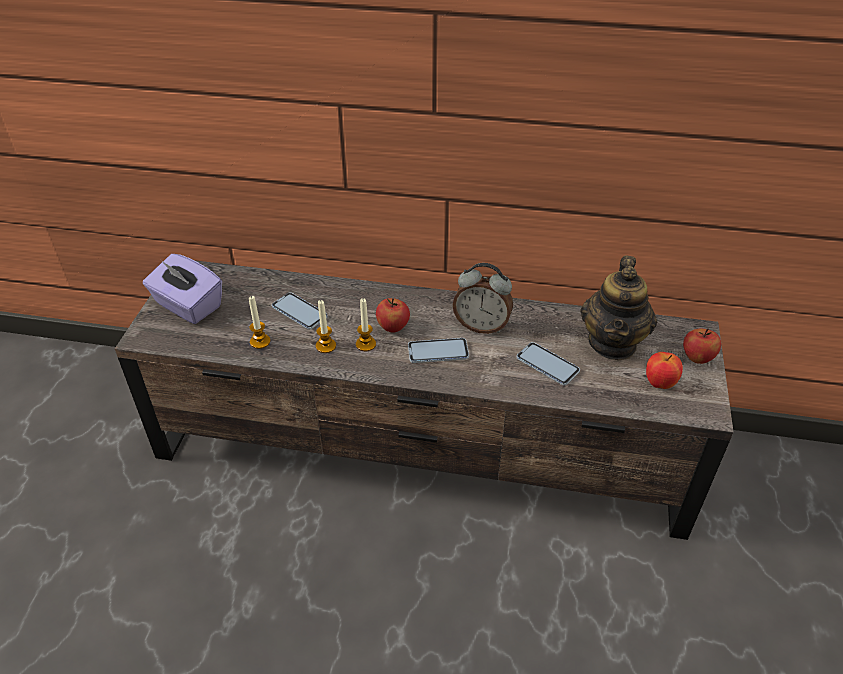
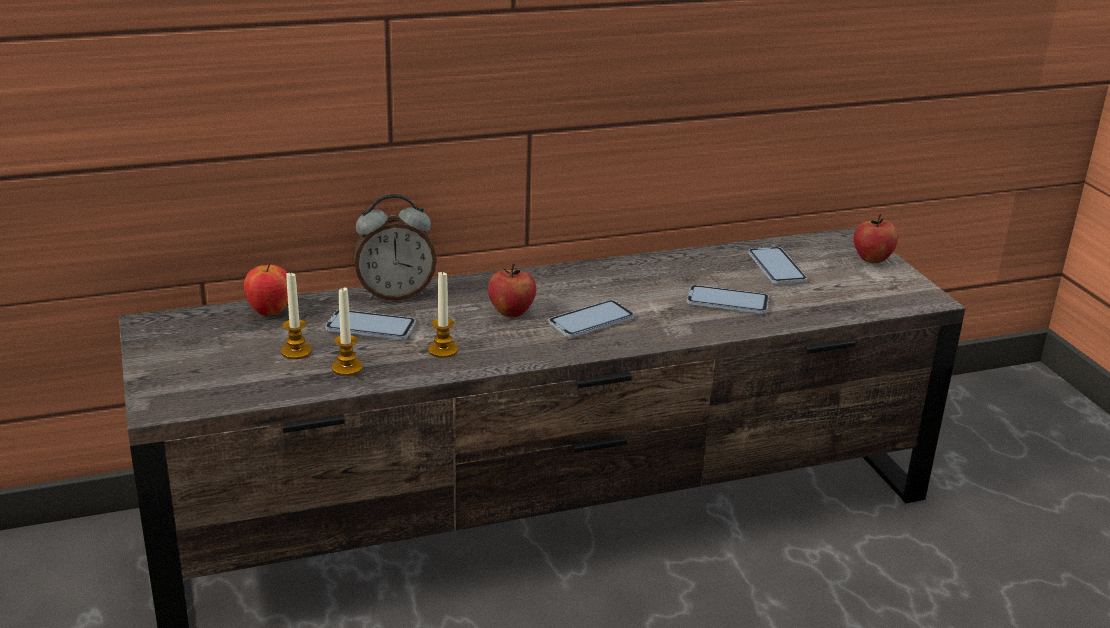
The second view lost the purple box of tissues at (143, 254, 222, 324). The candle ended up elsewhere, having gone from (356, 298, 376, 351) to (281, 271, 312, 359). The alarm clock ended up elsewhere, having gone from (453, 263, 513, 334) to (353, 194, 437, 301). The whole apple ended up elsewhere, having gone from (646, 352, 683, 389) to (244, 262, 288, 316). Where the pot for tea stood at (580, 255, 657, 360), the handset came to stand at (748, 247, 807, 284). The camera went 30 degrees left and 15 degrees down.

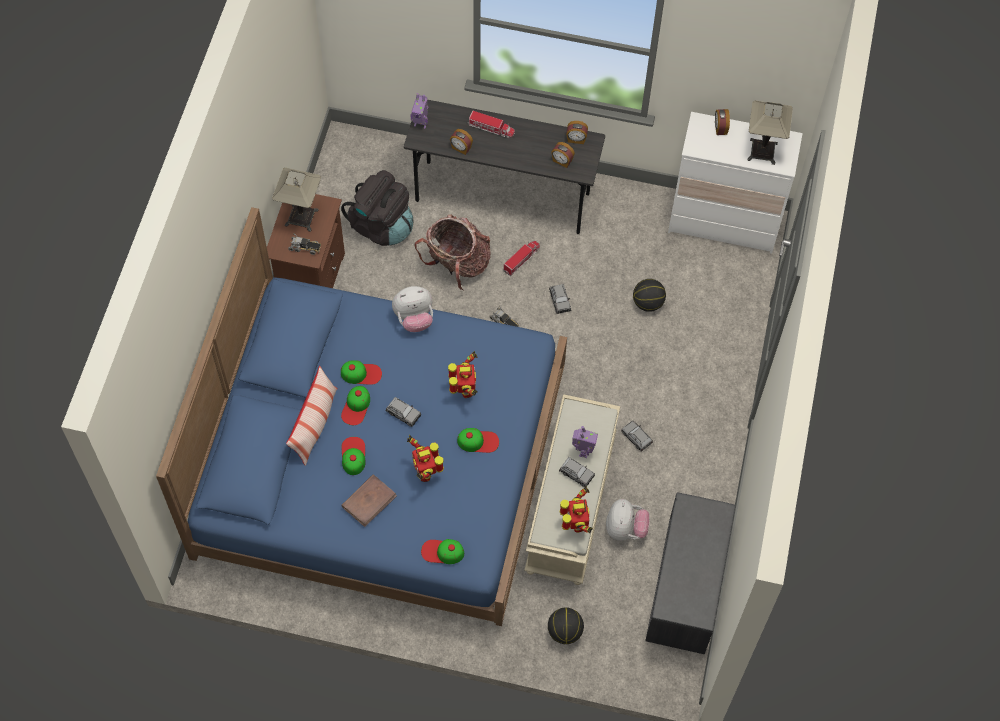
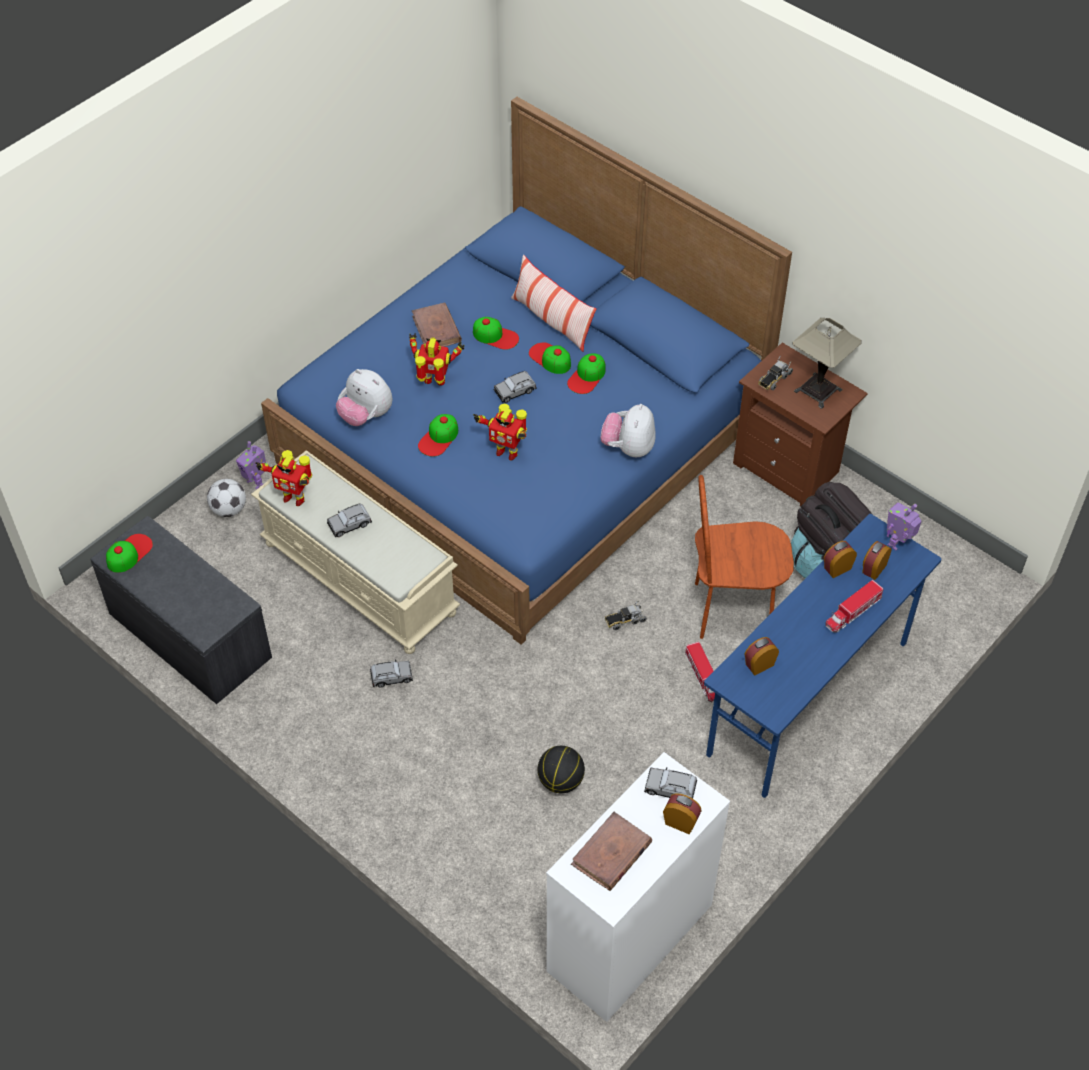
The peaked cap ended up elsewhere, having gone from (421, 539, 464, 564) to (106, 534, 153, 573). The gray toy car ended up elsewhere, having gone from (549, 284, 571, 314) to (644, 767, 697, 799). The alarm clock ended up elsewhere, having gone from (566, 121, 588, 144) to (862, 541, 892, 580). The model robot ended up elsewhere, having gone from (572, 426, 598, 458) to (236, 441, 266, 489). The plush toy ended up elsewhere, having gone from (606, 499, 650, 541) to (336, 369, 393, 426). Where the rucksack stood at (414, 215, 490, 290), the brown-coloured chair came to stand at (695, 475, 794, 639). Where the ball for basketball stood at (548, 607, 584, 644), the football came to stand at (207, 479, 246, 517). Where the tabletop lamp stood at (748, 101, 793, 165), the brown-coloured volume came to stand at (571, 812, 652, 891). What was the gray desk unit at (404, 100, 605, 234) turned into the blue desk unit at (704, 514, 942, 798). The camera went 120 degrees right and 10 degrees down.

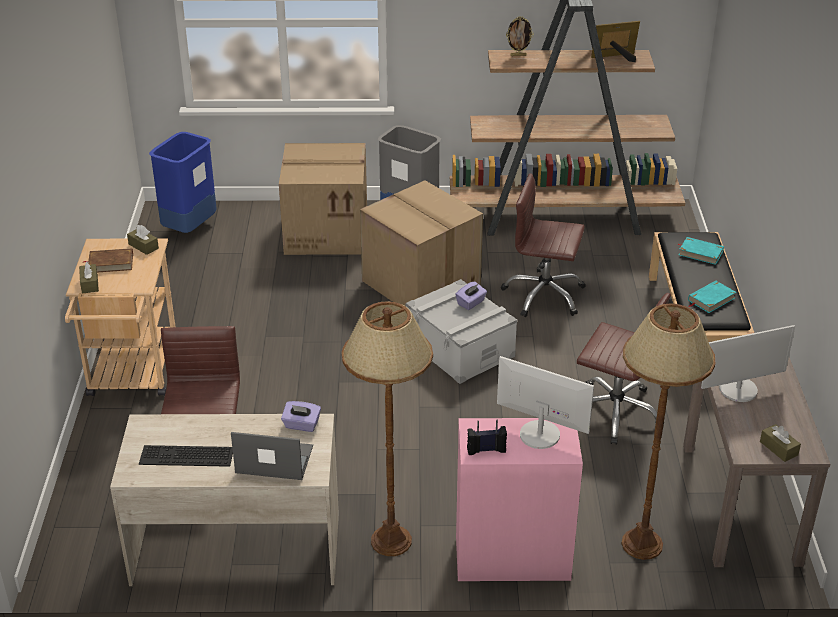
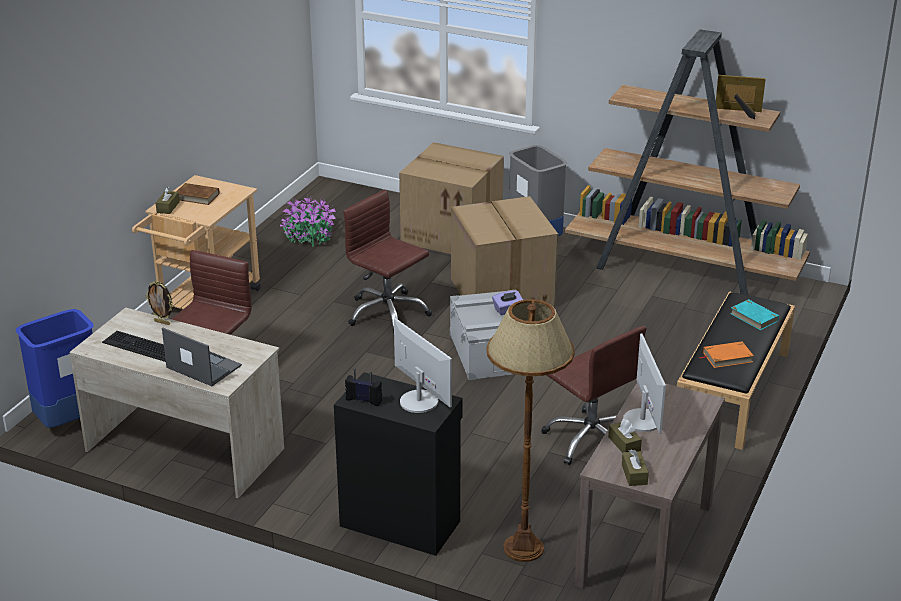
The second view lost the purple box of tissues at (281, 401, 321, 432). The second view lost the brown-coloured standard lamp at (342, 301, 433, 556). The second view gained the potted plant at (280, 195, 336, 247). The brown-coloured box of tissues ended up elsewhere, having gone from (127, 225, 159, 255) to (608, 419, 642, 453). The blue trash can ended up elsewhere, having gone from (149, 132, 217, 233) to (16, 309, 93, 428). The brown-coloured computer chair ended up elsewhere, having gone from (501, 173, 586, 317) to (343, 189, 432, 334). The picture frame ended up elsewhere, having gone from (506, 16, 534, 56) to (145, 281, 173, 325). What was the pinkish cabinet at (456, 418, 583, 581) turned into the black-coloured cabinet at (334, 372, 463, 556). What was the blue-green volume at (688, 281, 736, 313) turned into the orangey volume at (699, 341, 754, 368). The computer display at (701, 325, 795, 402) ended up facing another way, 105 degrees counterclockwise from before. The camera went 25 degrees right and 5 degrees down.

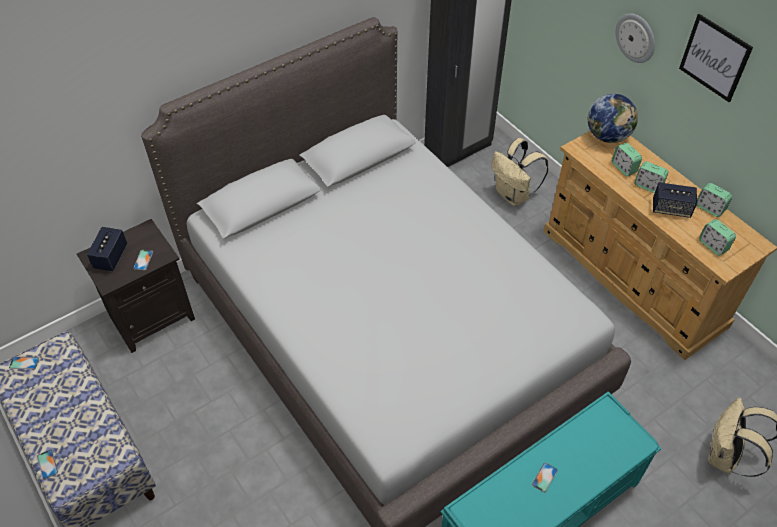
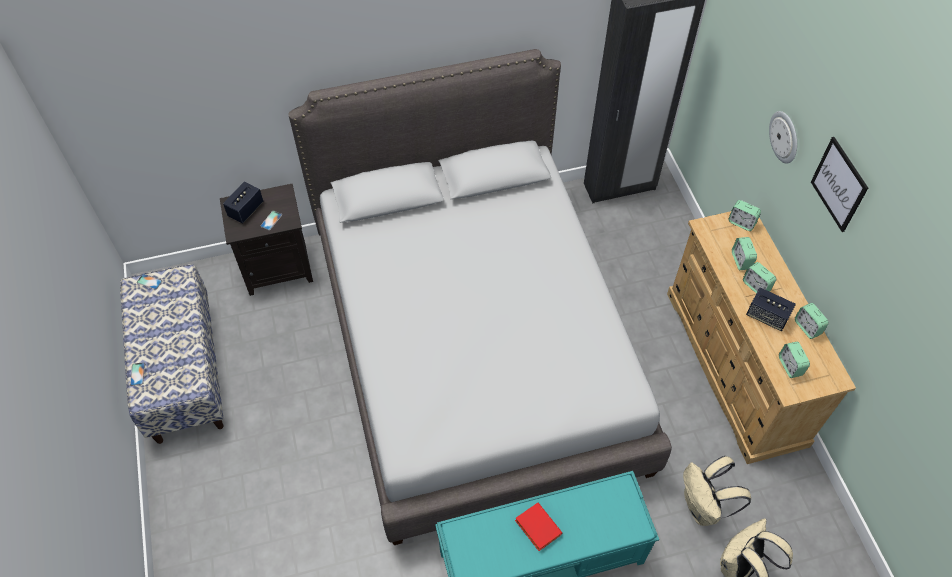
The sand-coloured rucksack ended up elsewhere, having gone from (491, 138, 549, 206) to (683, 456, 751, 526). Where the handset stood at (532, 462, 558, 493), the red-coloured volume came to stand at (515, 503, 562, 551). Where the globe stood at (588, 94, 638, 143), the alarm clock came to stand at (728, 200, 761, 231). The camera went 20 degrees right and 5 degrees up.

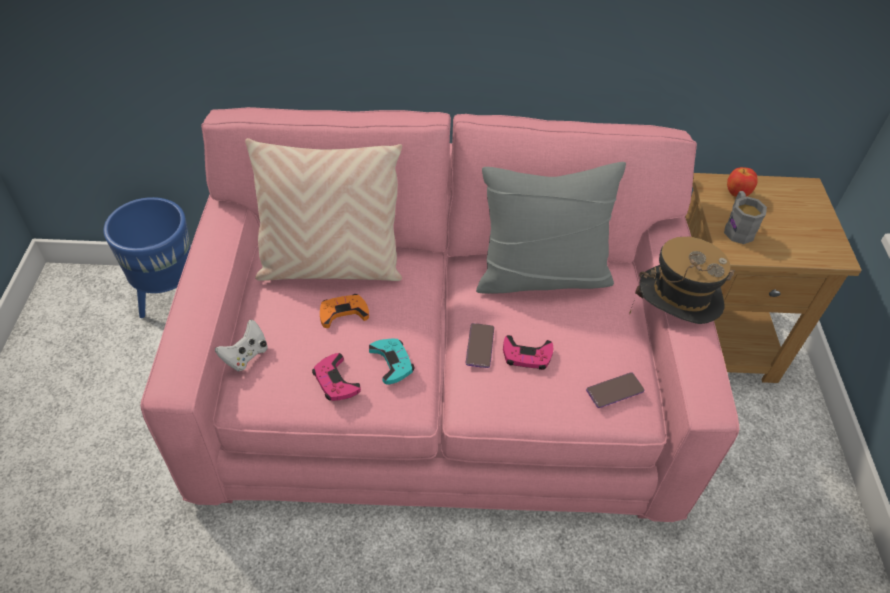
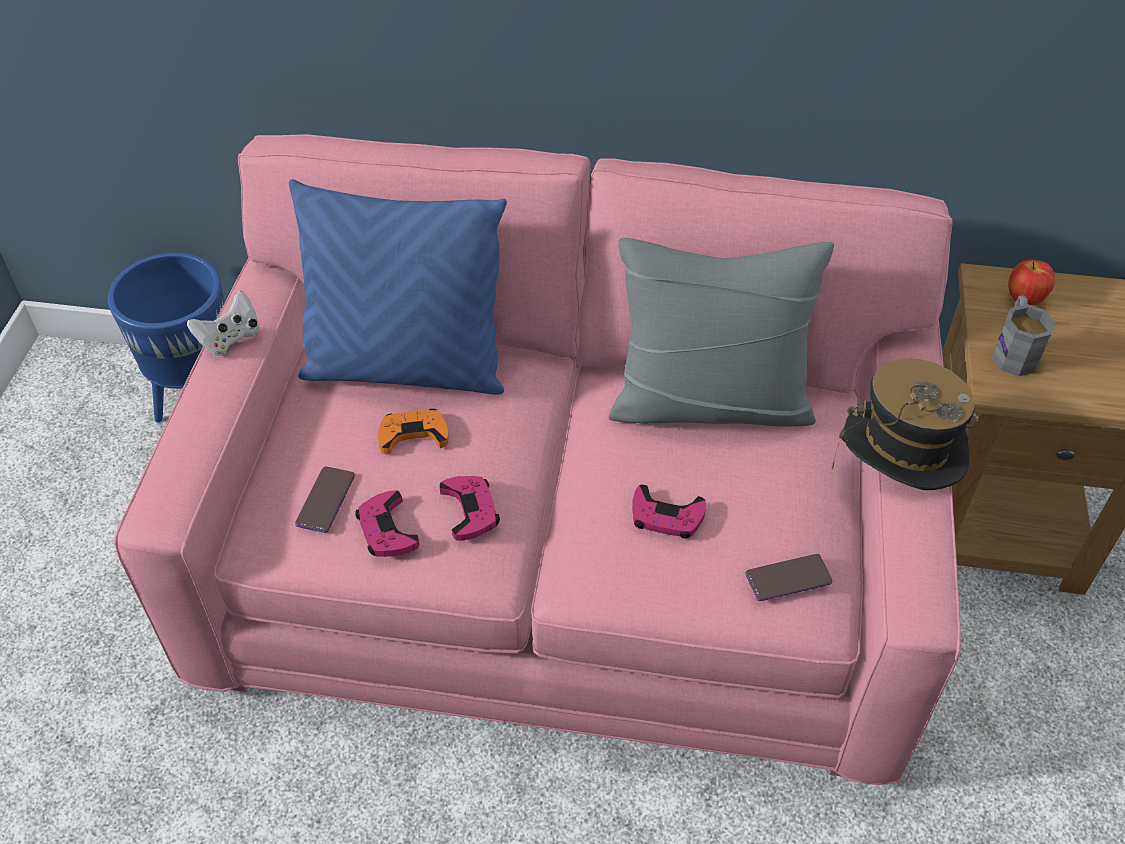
The white-coloured joypad ended up elsewhere, having gone from (215, 320, 268, 371) to (187, 290, 260, 356). The handset ended up elsewhere, having gone from (466, 323, 494, 368) to (295, 466, 355, 533). What was the sand-coloured pillow at (245, 138, 402, 281) turned into the blue pillow at (289, 179, 507, 395). What was the blue-green joypad at (369, 339, 414, 385) turned into the pinkish joypad at (440, 476, 500, 541). The camera went 10 degrees right and 0 degrees up.

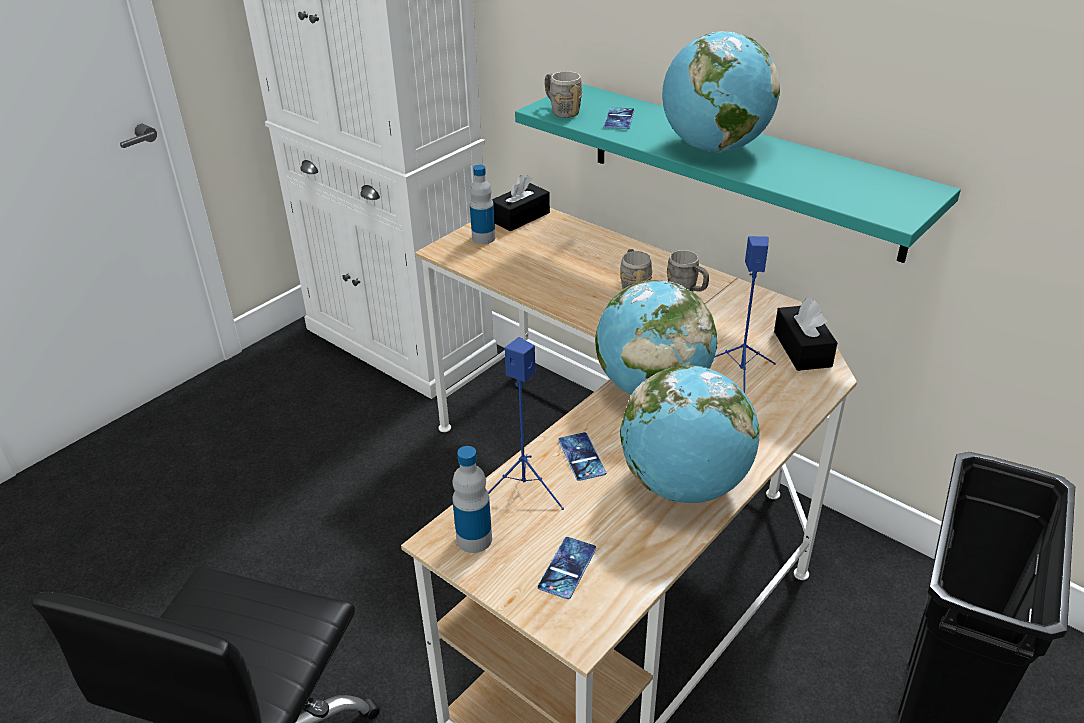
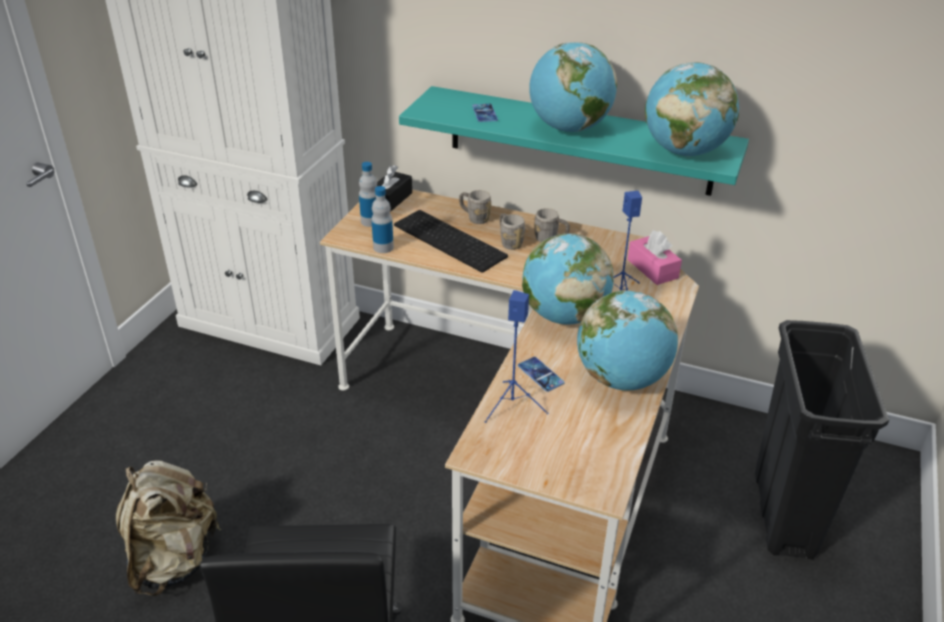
The second view lost the handset at (538, 537, 596, 599). The second view gained the sand-coloured rucksack at (116, 460, 221, 596). The second view gained the computer keyboard at (394, 210, 508, 273). The second view gained the globe at (645, 62, 739, 156). The bottle ended up elsewhere, having gone from (452, 446, 492, 553) to (371, 186, 394, 253). The gray tea mug ended up elsewhere, having gone from (545, 71, 582, 118) to (459, 190, 491, 224). What was the black-coloured box of tissues at (774, 297, 837, 371) turned into the pinkish box of tissues at (627, 230, 682, 285). The camera went 20 degrees left and 0 degrees up.

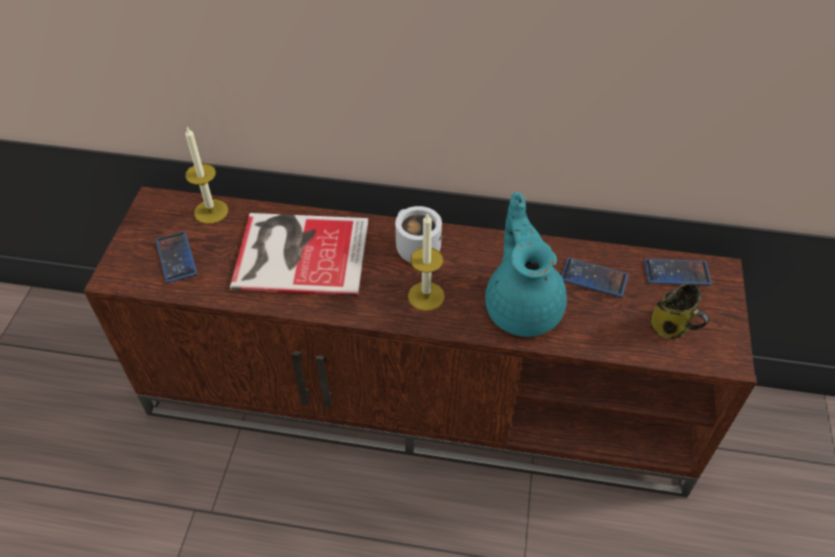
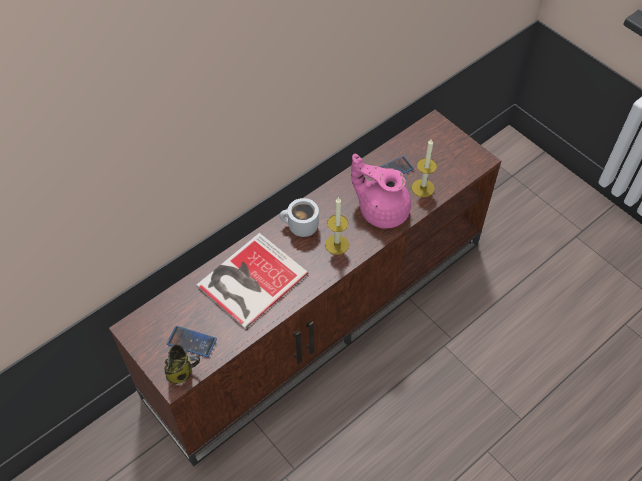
The second view lost the handset at (644, 259, 712, 286). The candle ended up elsewhere, having gone from (185, 127, 228, 224) to (412, 138, 437, 197). The tea mug ended up elsewhere, having gone from (649, 283, 710, 339) to (164, 344, 200, 384). What was the blue-green pot for tea at (485, 192, 567, 337) turned into the pinkish pot for tea at (351, 154, 411, 229). The camera went 50 degrees left and 5 degrees up.

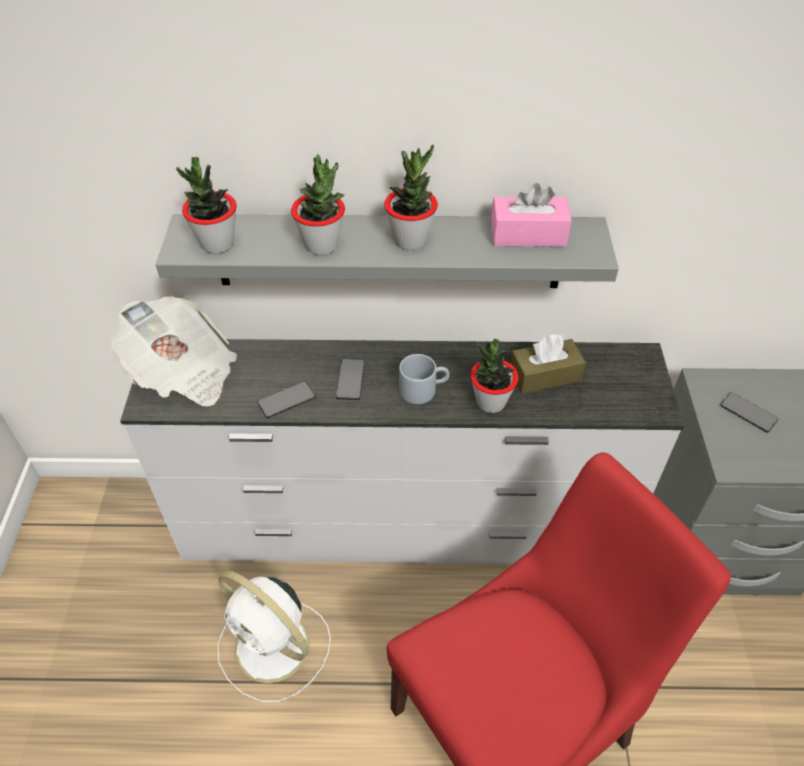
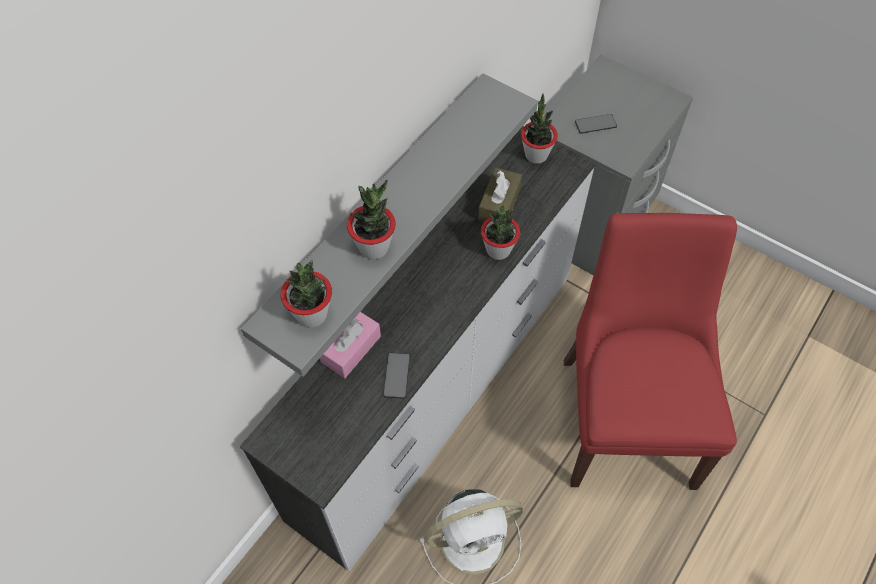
The second view lost the printed paper at (111, 297, 237, 407). The second view lost the handset at (336, 359, 365, 400). The second view lost the gray tea mug at (399, 354, 450, 404). The potted plant ended up elsewhere, having gone from (384, 145, 438, 250) to (521, 93, 558, 164). The pinkish box of tissues ended up elsewhere, having gone from (491, 183, 572, 247) to (320, 312, 381, 378). The camera went 55 degrees left and 10 degrees up.

